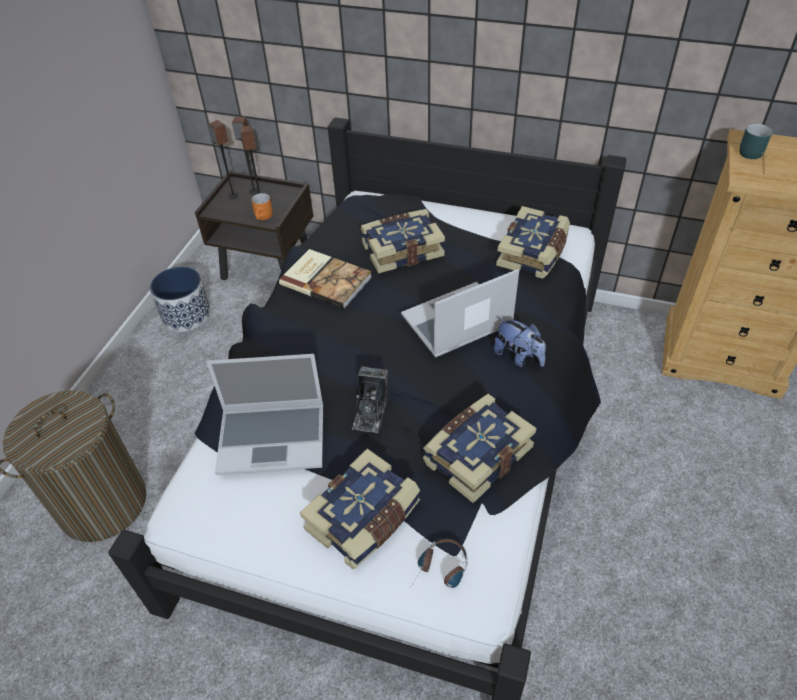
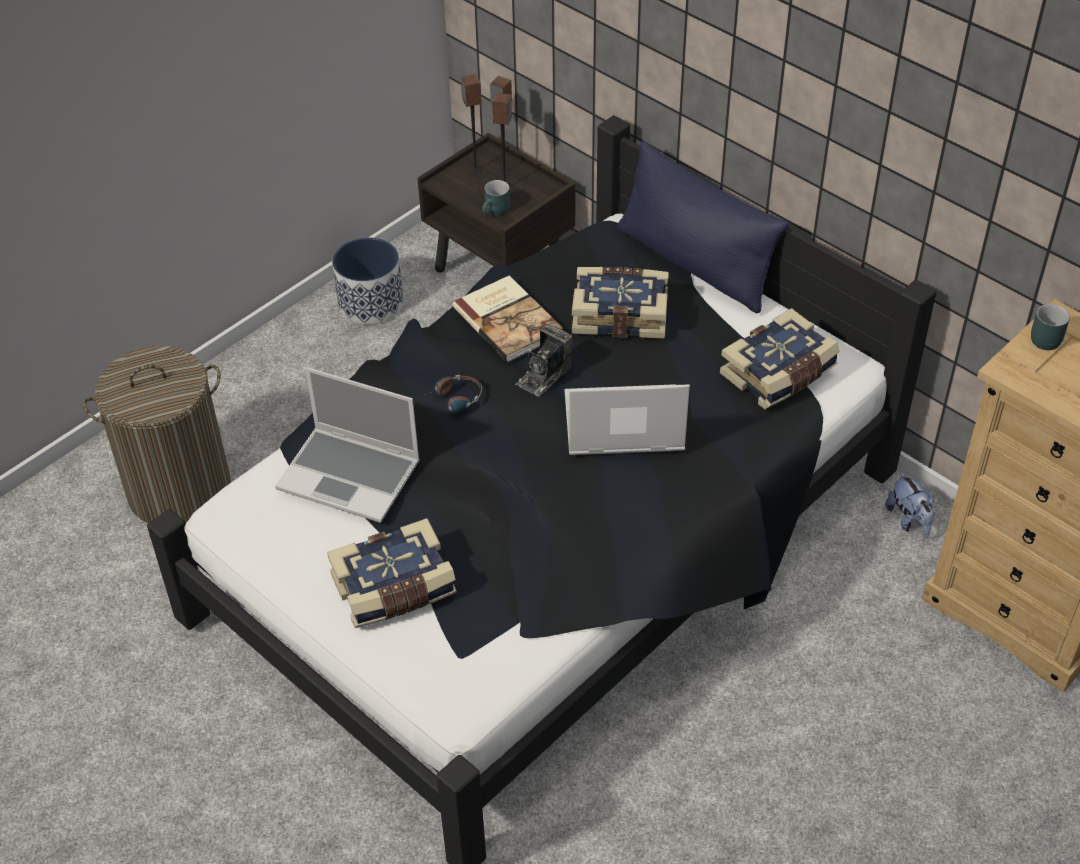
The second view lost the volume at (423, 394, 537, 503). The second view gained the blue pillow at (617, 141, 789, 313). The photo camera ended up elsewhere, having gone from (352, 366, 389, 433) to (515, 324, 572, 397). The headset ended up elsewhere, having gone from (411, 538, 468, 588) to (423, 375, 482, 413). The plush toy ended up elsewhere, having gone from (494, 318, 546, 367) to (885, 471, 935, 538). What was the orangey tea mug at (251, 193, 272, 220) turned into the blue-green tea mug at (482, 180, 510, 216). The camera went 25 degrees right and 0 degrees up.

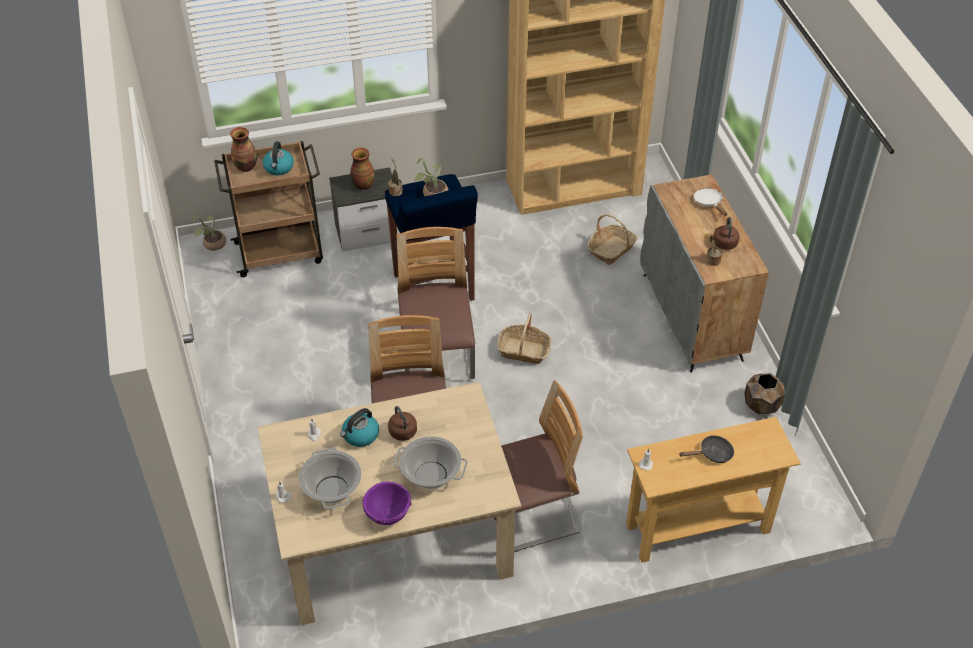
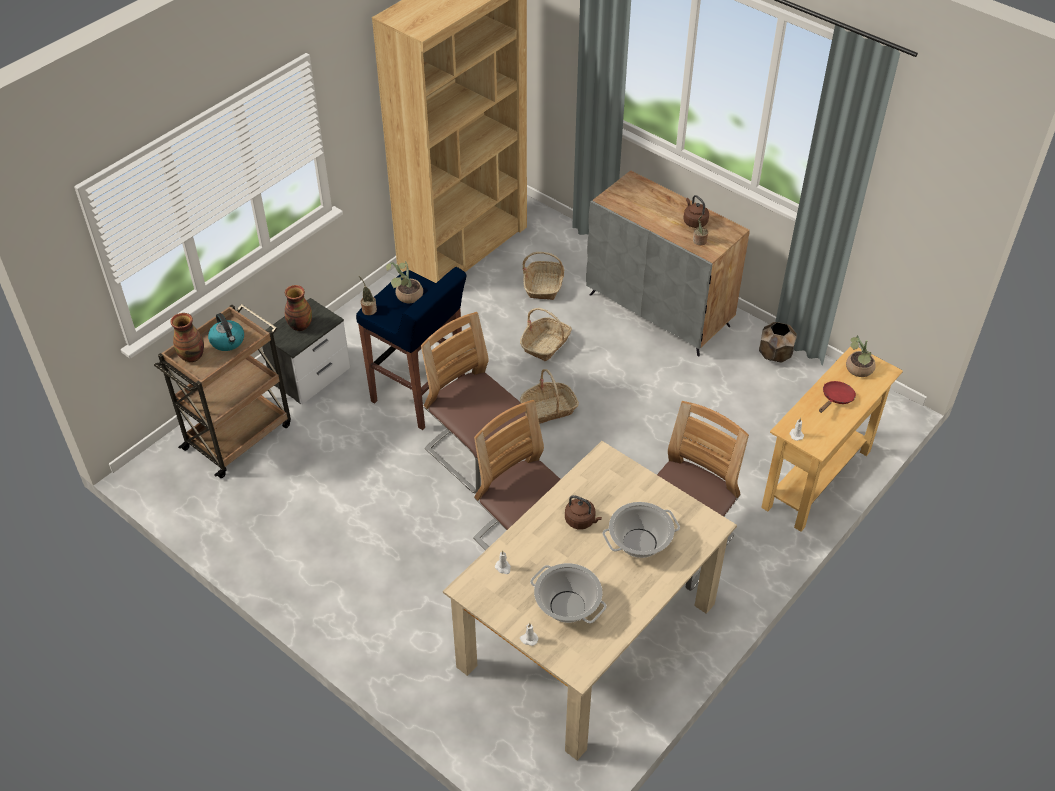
The second view lost the kettle at (340, 408, 379, 447). The second view lost the purple bowl at (362, 482, 412, 525). The second view lost the white-coloured frying pan at (694, 188, 727, 216). The second view gained the household basket at (520, 308, 572, 361). The potted plant ended up elsewhere, having gone from (193, 215, 226, 251) to (846, 335, 876, 377). What was the black-coloured frying pan at (679, 435, 734, 463) turned into the red-coloured frying pan at (819, 381, 856, 413). The camera went 35 degrees left and 0 degrees up.

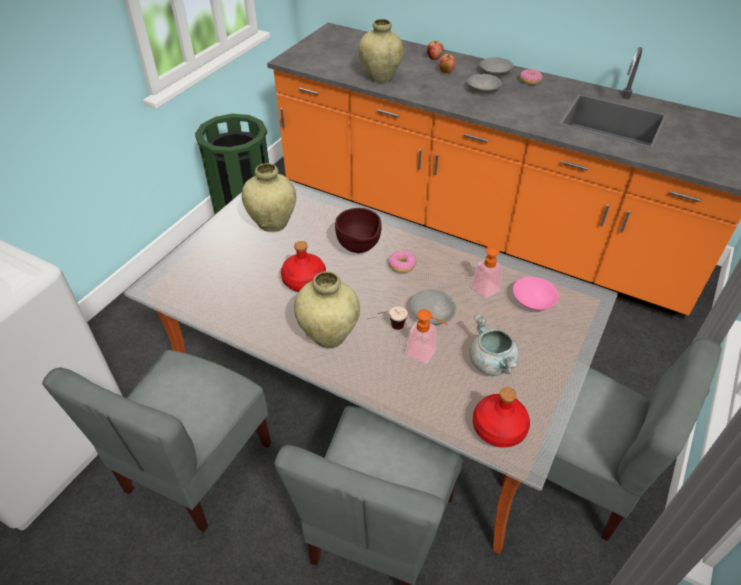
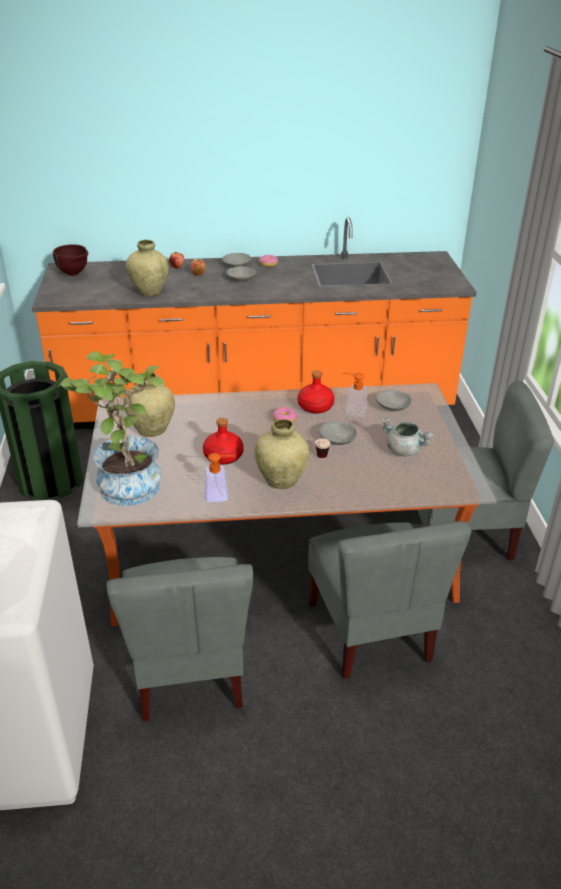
The second view gained the potted plant at (58, 351, 165, 506). The brown-coloured bowl ended up elsewhere, having gone from (335, 208, 382, 253) to (53, 244, 88, 276). The liquid soap bottle ended up elsewhere, having gone from (405, 309, 448, 364) to (205, 453, 236, 502). The red-coloured bottle ended up elsewhere, having gone from (473, 387, 530, 447) to (298, 370, 335, 413). What was the pinkish bowl at (513, 277, 559, 310) turned into the gray bowl at (376, 389, 412, 411). The camera went 35 degrees left and 10 degrees down.

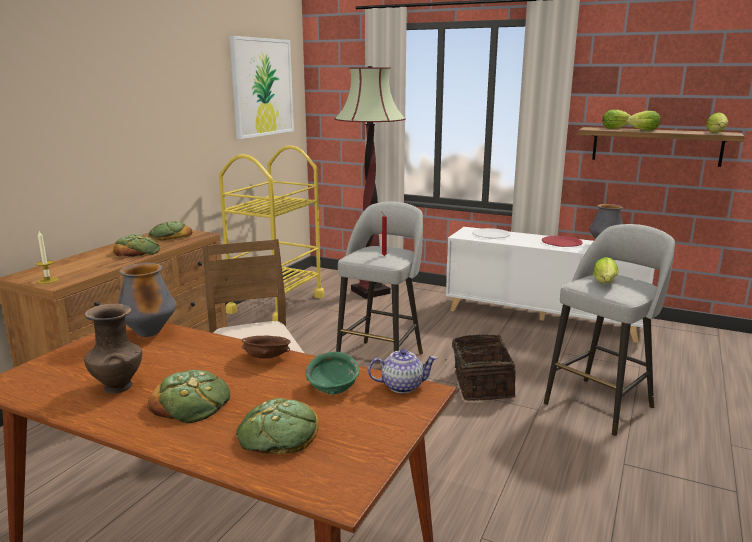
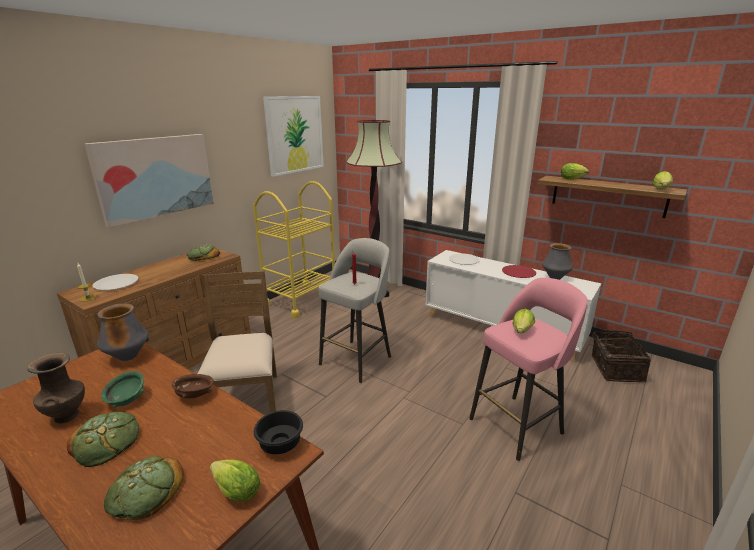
The second view lost the baked bread at (113, 234, 160, 257). The second view gained the wall picture at (84, 134, 214, 228). The second view gained the white-coloured flat dish at (93, 274, 138, 290). The greenish bowl ended up elsewhere, having gone from (306, 352, 359, 395) to (101, 371, 144, 408). The household basket ended up elsewhere, having gone from (445, 334, 516, 401) to (592, 330, 651, 382). The head of lettuce ended up elsewhere, having gone from (626, 111, 660, 131) to (210, 459, 261, 501). Where the pot for tea stood at (368, 349, 437, 393), the black-coloured bowl came to stand at (254, 410, 303, 454). What was the gray stool at (544, 224, 675, 436) turned into the pinkish stool at (469, 278, 588, 461). The camera went 10 degrees right and 5 degrees up.

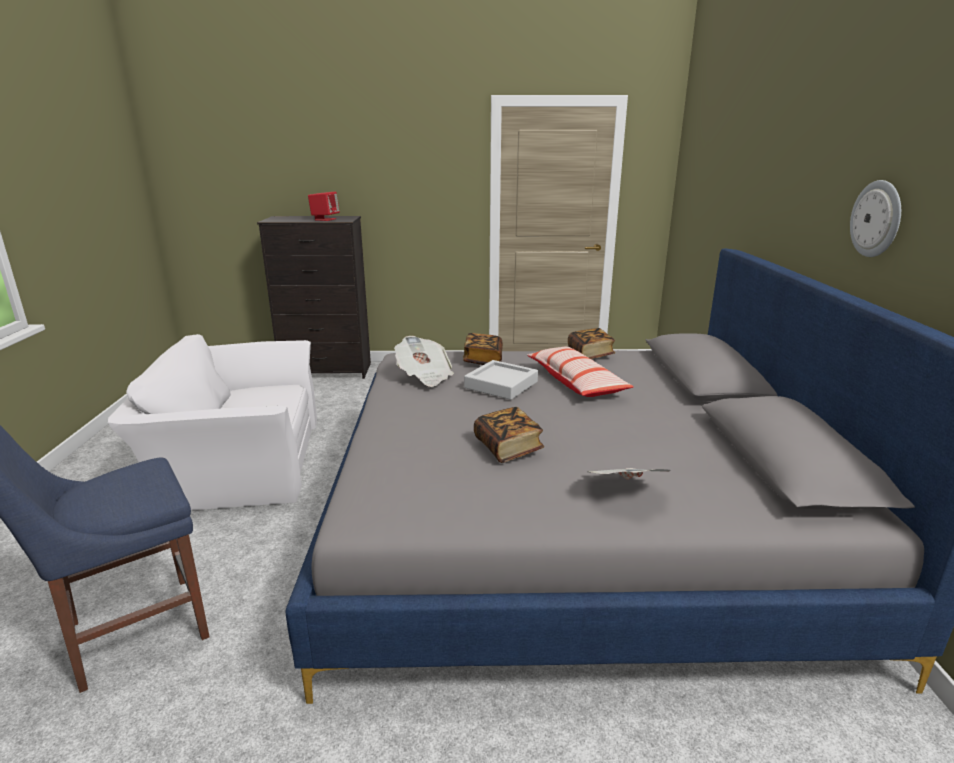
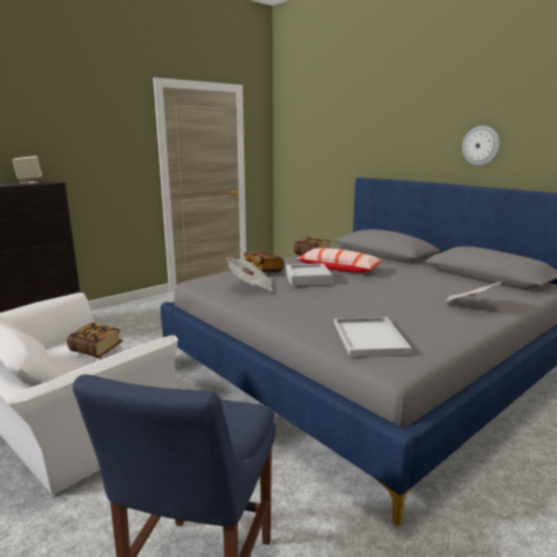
The second view gained the white-coloured tray at (334, 317, 412, 356). The volume ended up elsewhere, having gone from (474, 407, 544, 463) to (67, 323, 123, 358). What was the red-coloured audio speaker at (308, 192, 340, 221) turned into the sand-coloured audio speaker at (13, 156, 42, 184). The camera went 40 degrees left and 5 degrees down.

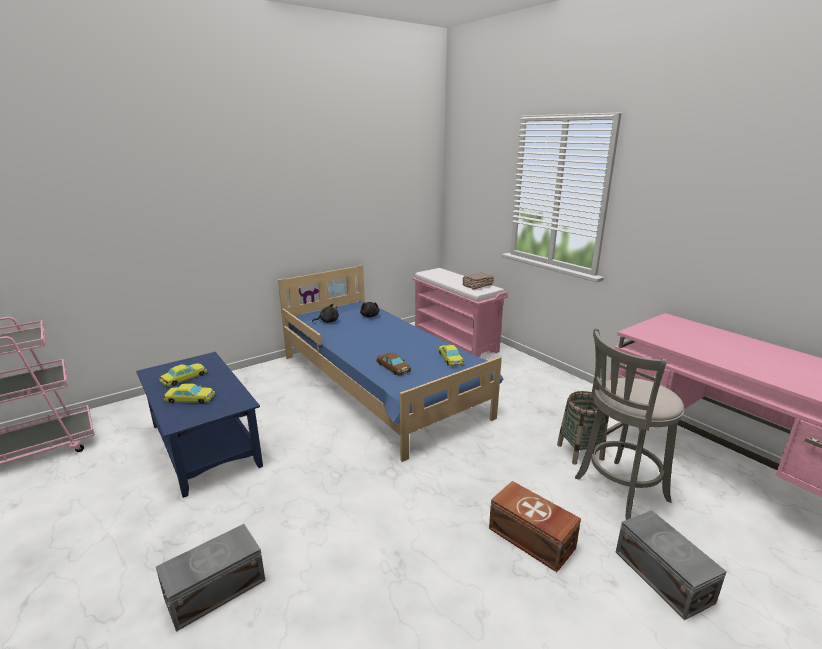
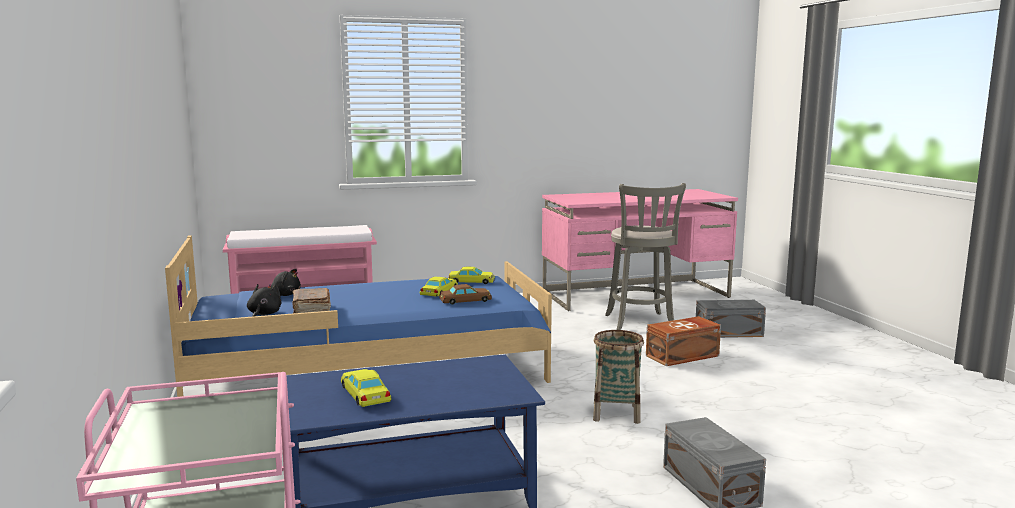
The yellow toy car ended up elsewhere, having gone from (164, 384, 215, 404) to (420, 276, 458, 297). The brown-coloured volume ended up elsewhere, having gone from (463, 272, 494, 290) to (292, 288, 331, 313). The household basket ended up elsewhere, having gone from (557, 391, 608, 465) to (593, 330, 644, 424). The camera went 70 degrees left and 10 degrees down.

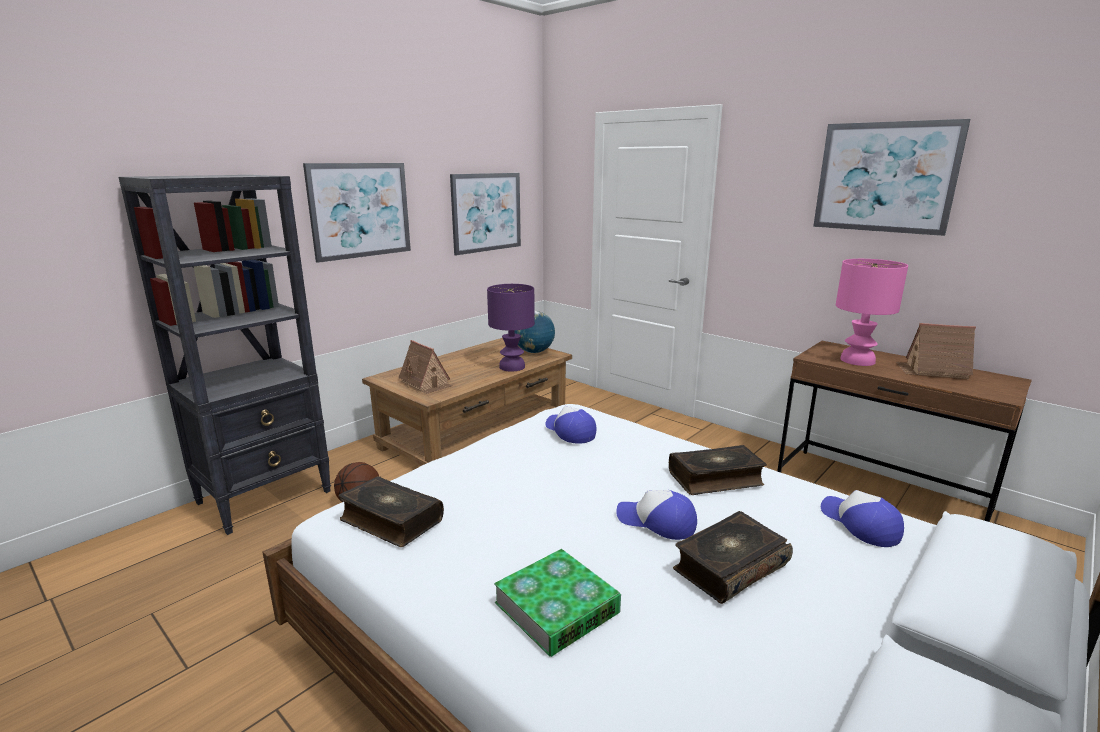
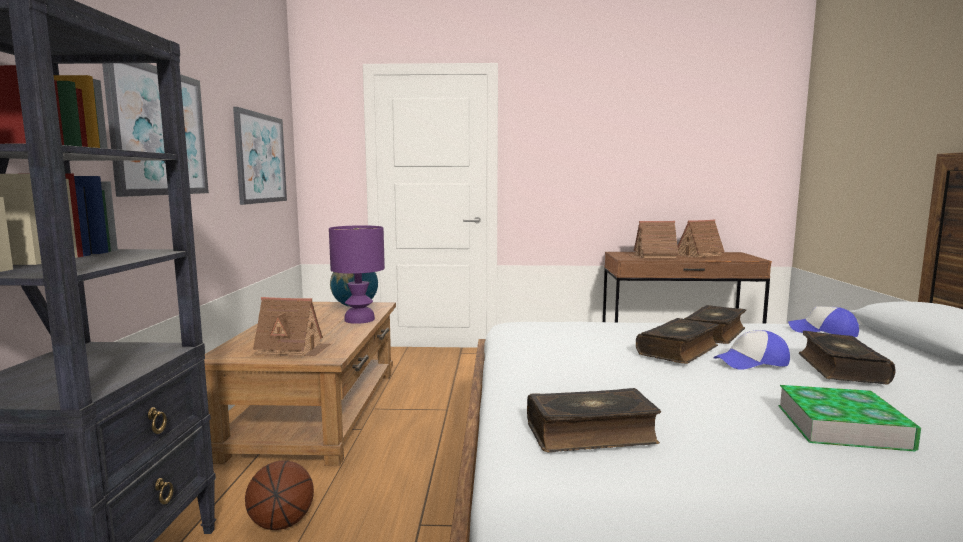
The second view lost the peaked cap at (545, 406, 596, 444). The second view lost the wall picture at (813, 119, 970, 236). The second view gained the volume at (636, 318, 719, 364). Where the pinkish tabletop lamp stood at (836, 259, 908, 366), the toy house came to stand at (628, 221, 679, 259). The camera went 40 degrees left and 10 degrees down.

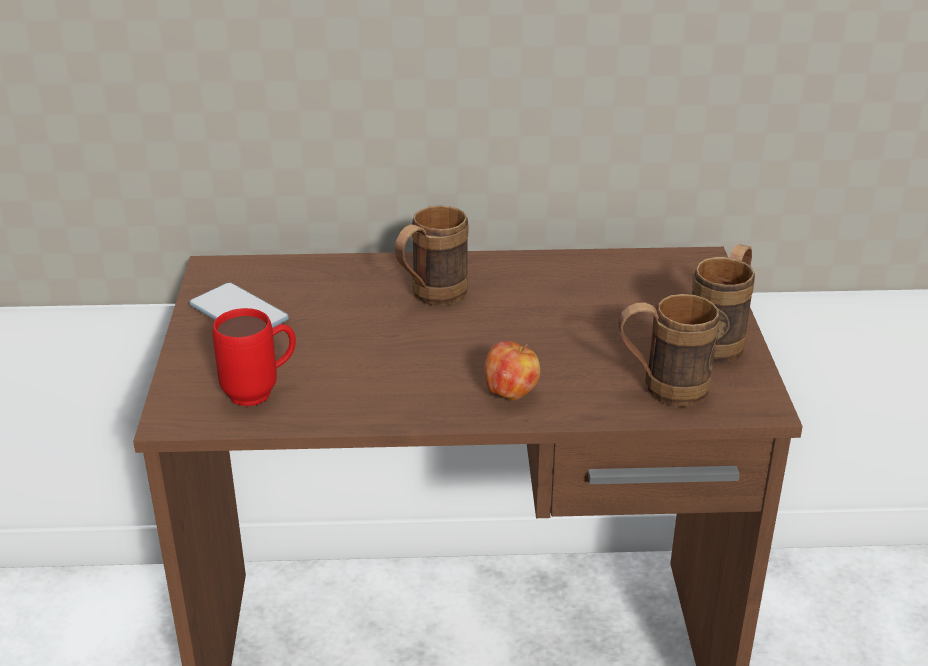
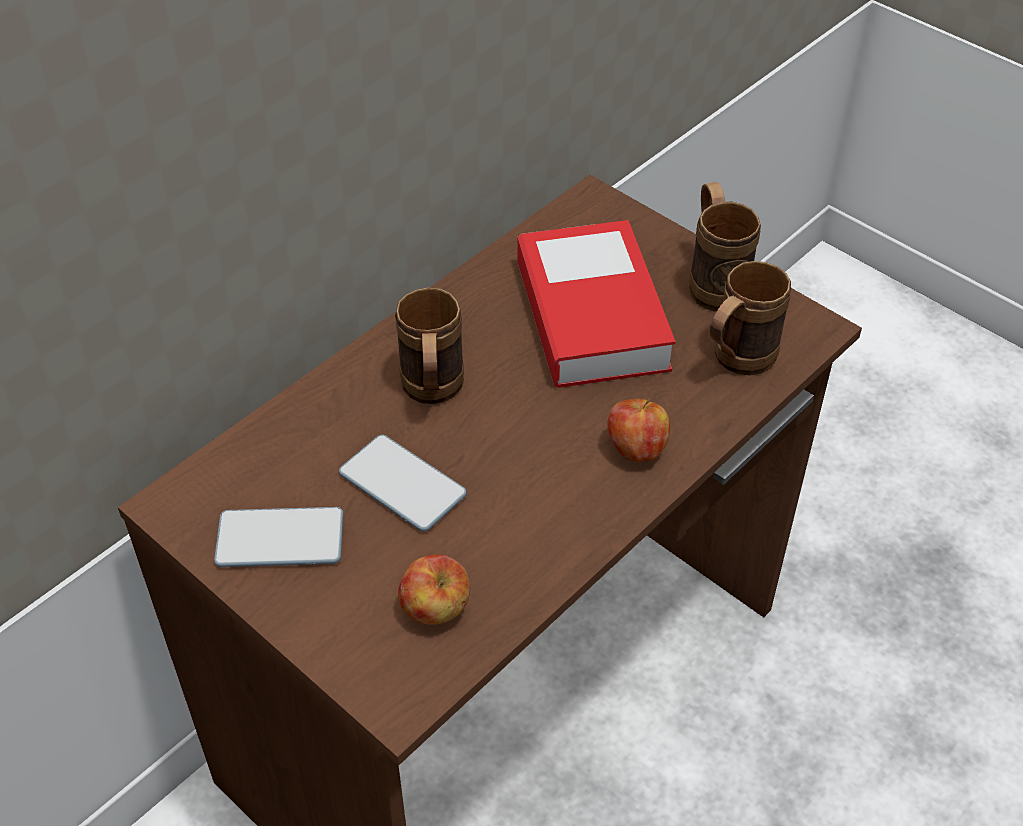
The second view gained the handset at (339, 435, 467, 532). The second view gained the volume at (517, 220, 676, 388). Where the red-coloured tea mug stood at (212, 308, 296, 406), the whole apple came to stand at (398, 554, 470, 625). The camera went 45 degrees left and 15 degrees up.

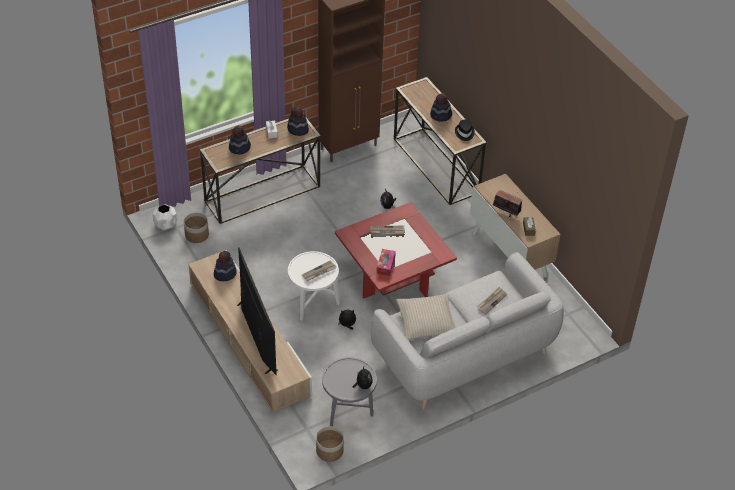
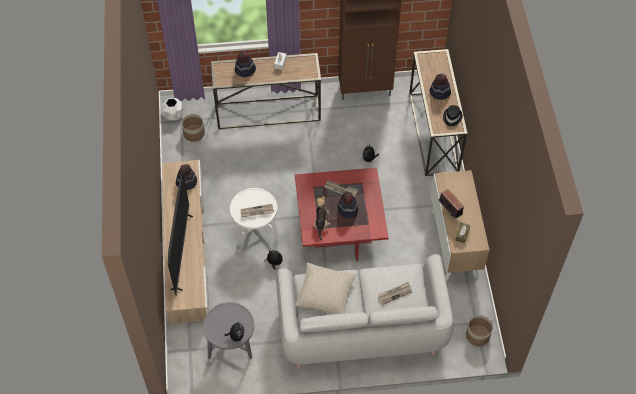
The hat ended up elsewhere, having gone from (287, 107, 309, 136) to (338, 191, 358, 218). The plant pot ended up elsewhere, having gone from (316, 426, 344, 462) to (466, 315, 493, 346). Where the box of tissues stood at (376, 249, 396, 276), the plush toy came to stand at (314, 196, 331, 240). The camera went 25 degrees right and 10 degrees up.

